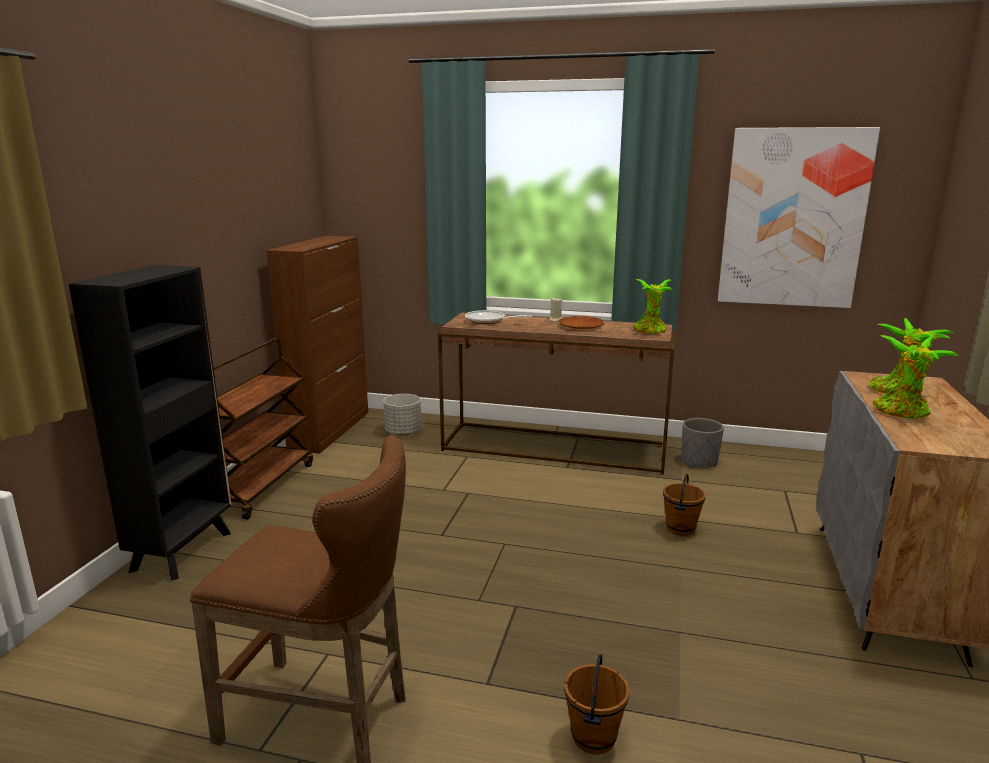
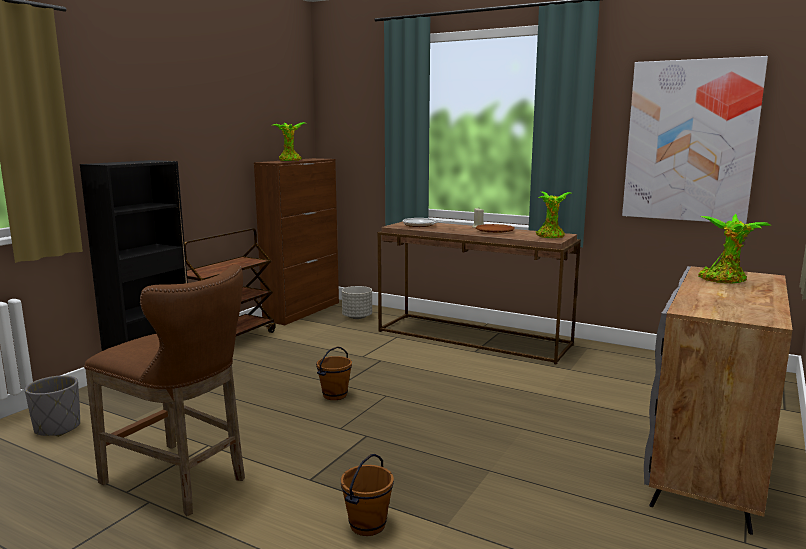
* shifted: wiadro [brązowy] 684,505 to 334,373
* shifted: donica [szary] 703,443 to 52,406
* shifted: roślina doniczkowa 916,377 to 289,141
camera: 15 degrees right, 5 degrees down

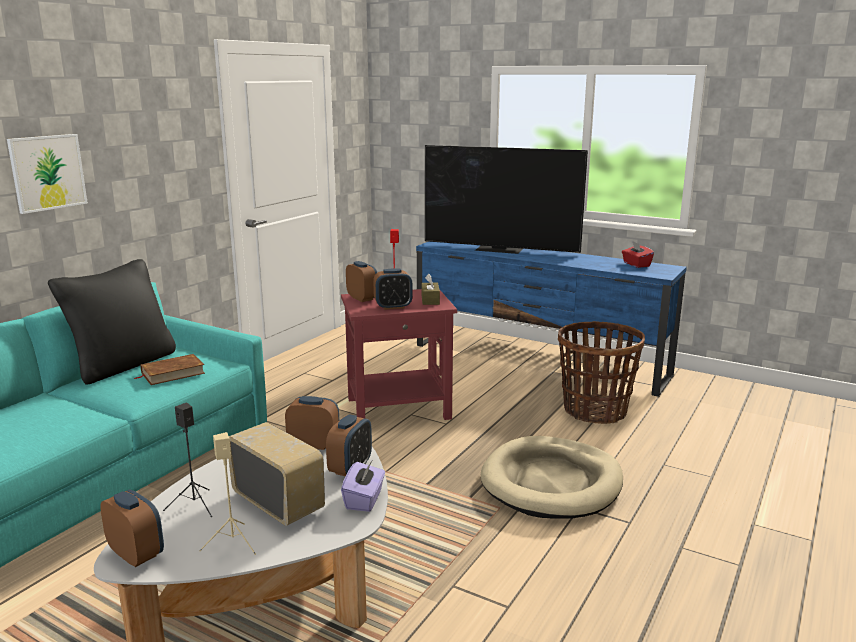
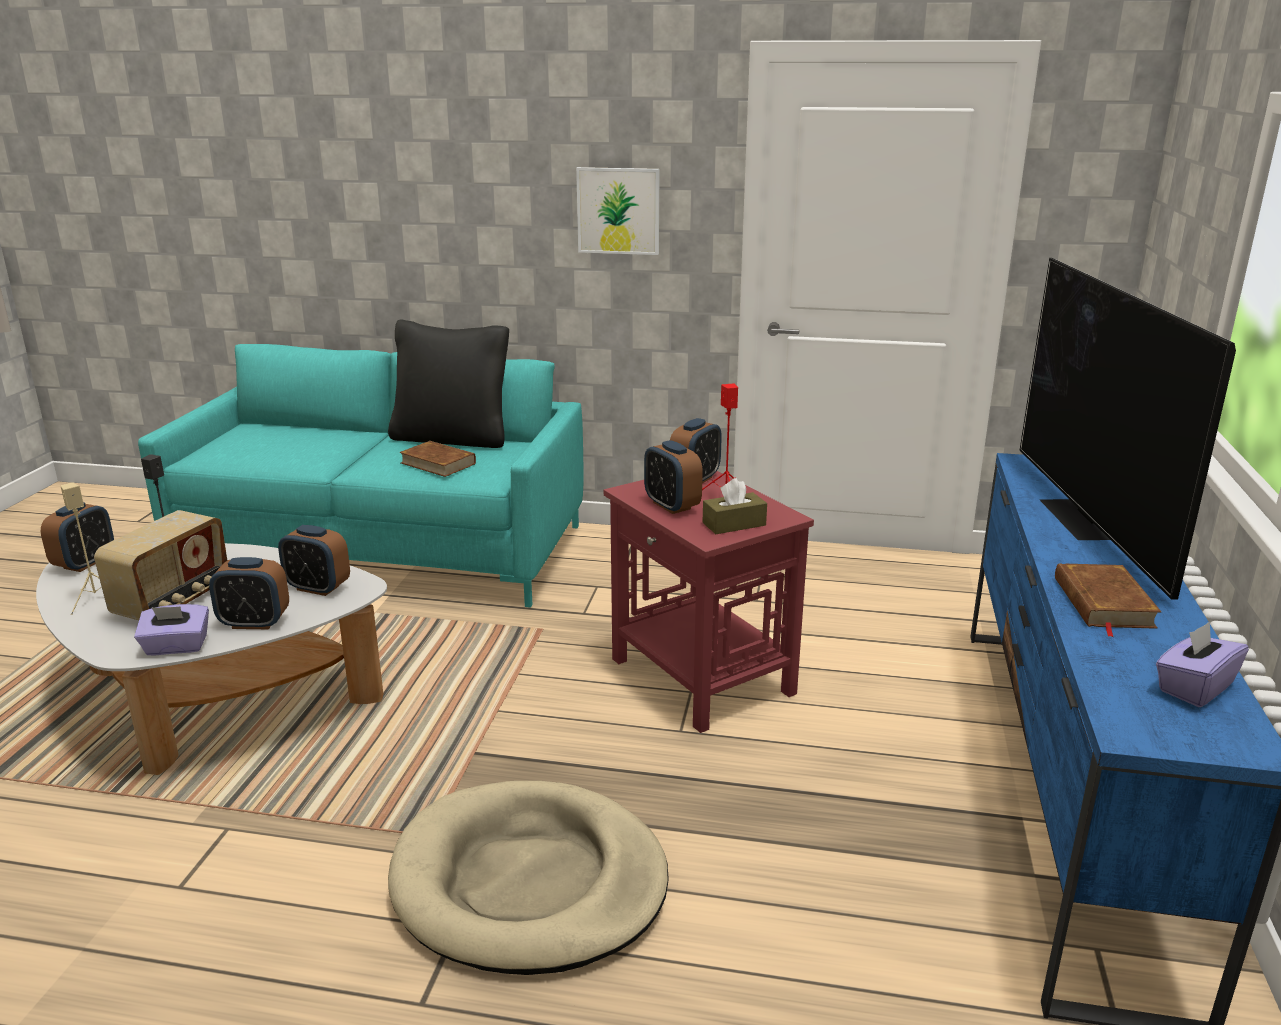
* shifted: obraz 47,174 to 618,211
* rotated: budzik 312,423 = 314,560 120 degrees clockwise
* gone: koszyk 601,372
* repainted: pudełko chusteczek [czerwony] 638,255 to pudełko chusteczek [fioletowy] 1202,664
* new: książka [brązowy] 1108,600
camera: 70 degrees right, 5 degrees up

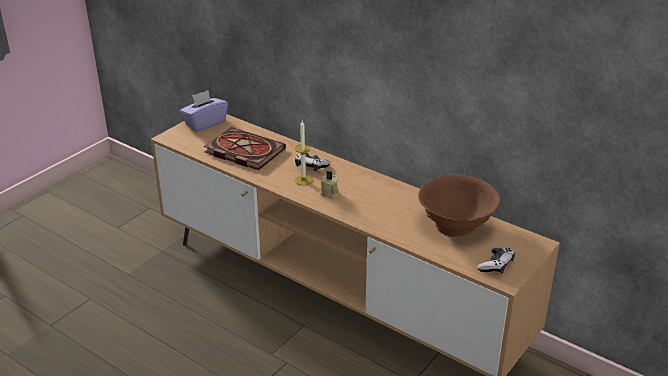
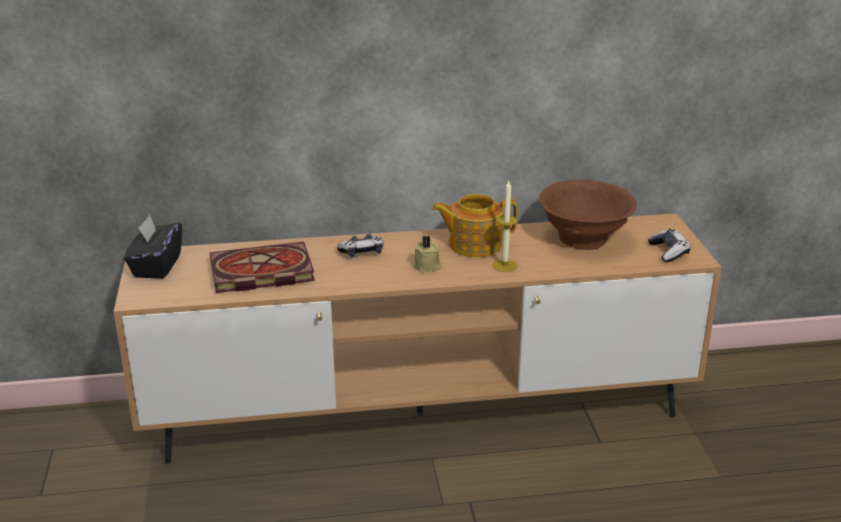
* repainted: pudełko chusteczek [fioletowy] 204,111 to pudełko chusteczek [czarny] 153,247
* shifted: świeca 304,153 to 505,226
* new: imbryk 474,225
camera: 45 degrees left, 5 degrees down

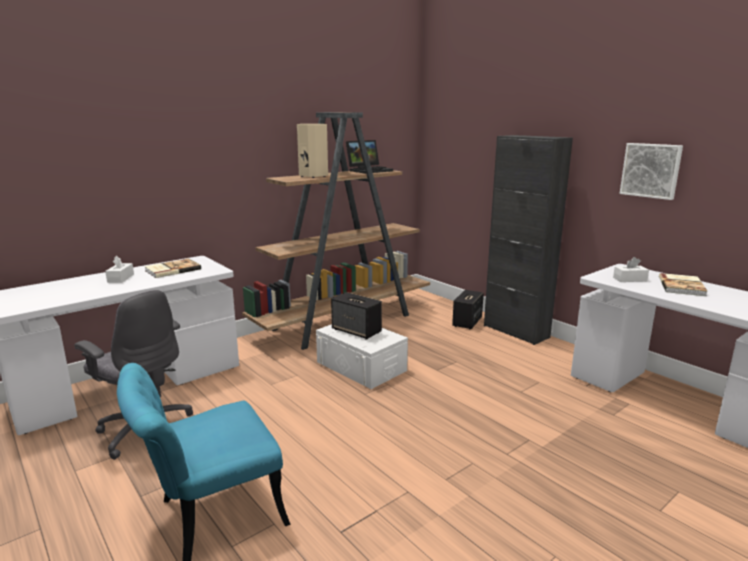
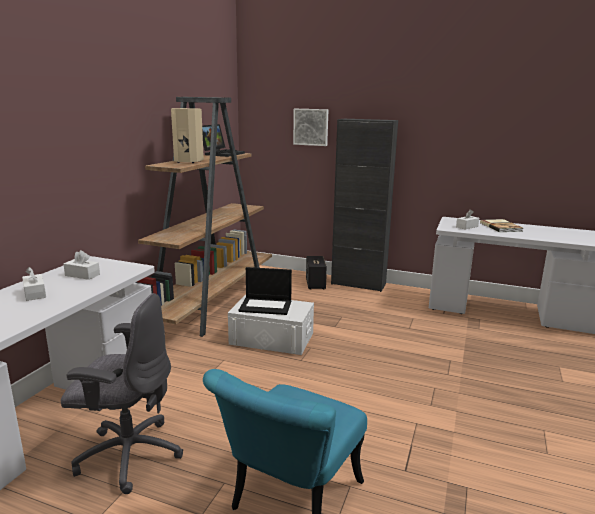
* swapped: książka 172,268 to pudełko chusteczek [biały] 81,265
* swapped: głośnik 356,315 to laptop 265,291
* shifted: obraz 651,171 to 310,127
camera: 30 degrees left, 0 degrees up

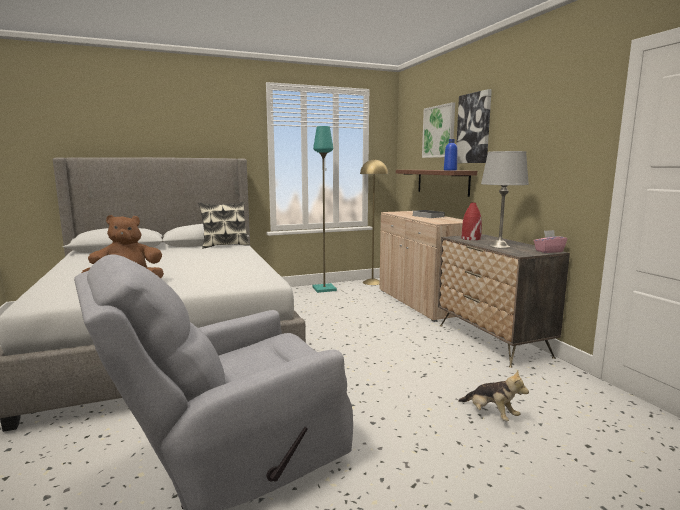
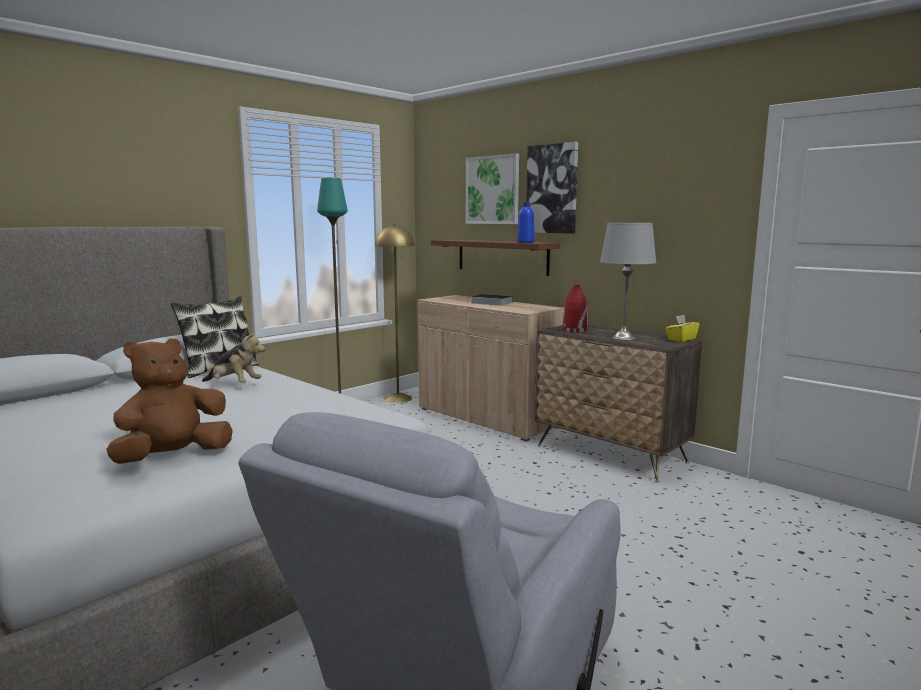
* shifted: pluszak 493,395 to 233,356
* repainted: pudełko chusteczek [różowy] 550,241 to pudełko chusteczek [żółty] 682,328
camera: 25 degrees left, 0 degrees up

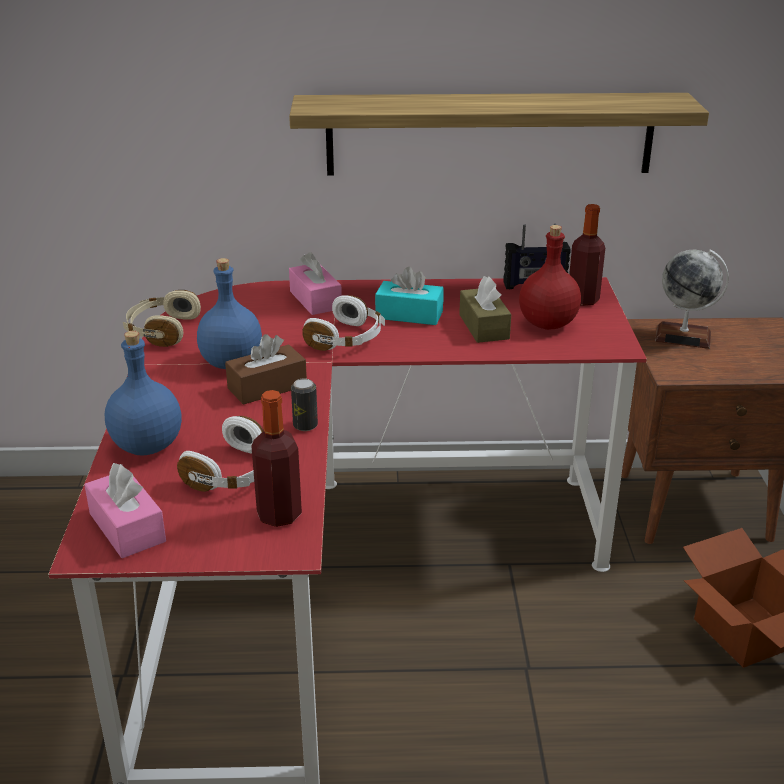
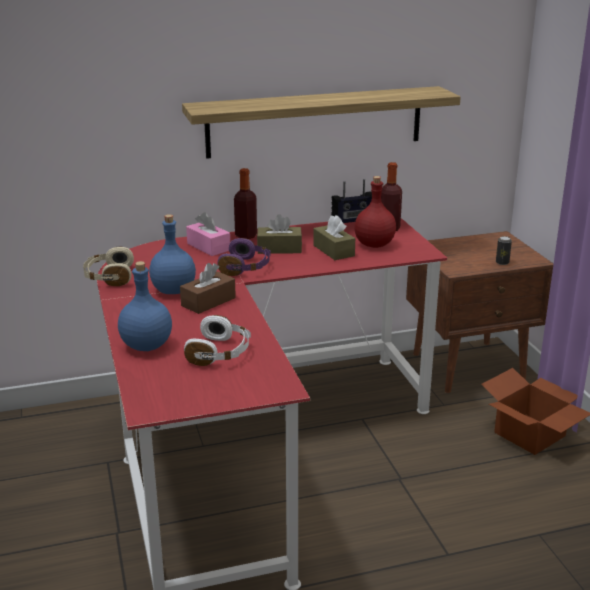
* gone: pudełko chusteczek [różowy] 125,510
* shifted: butelka 276,458 to 245,203
* shifted: puszka 304,405 to 504,250
* repainted: słuchawki [biały] 343,323 to słuchawki [fioletowy] 244,257
* repainted: pudełko chusteczek [turkusowy] 409,296 to pudełko chusteczek [brązowy] 279,234
* gone: globus 692,299
camera: 15 degrees left, 5 degrees down

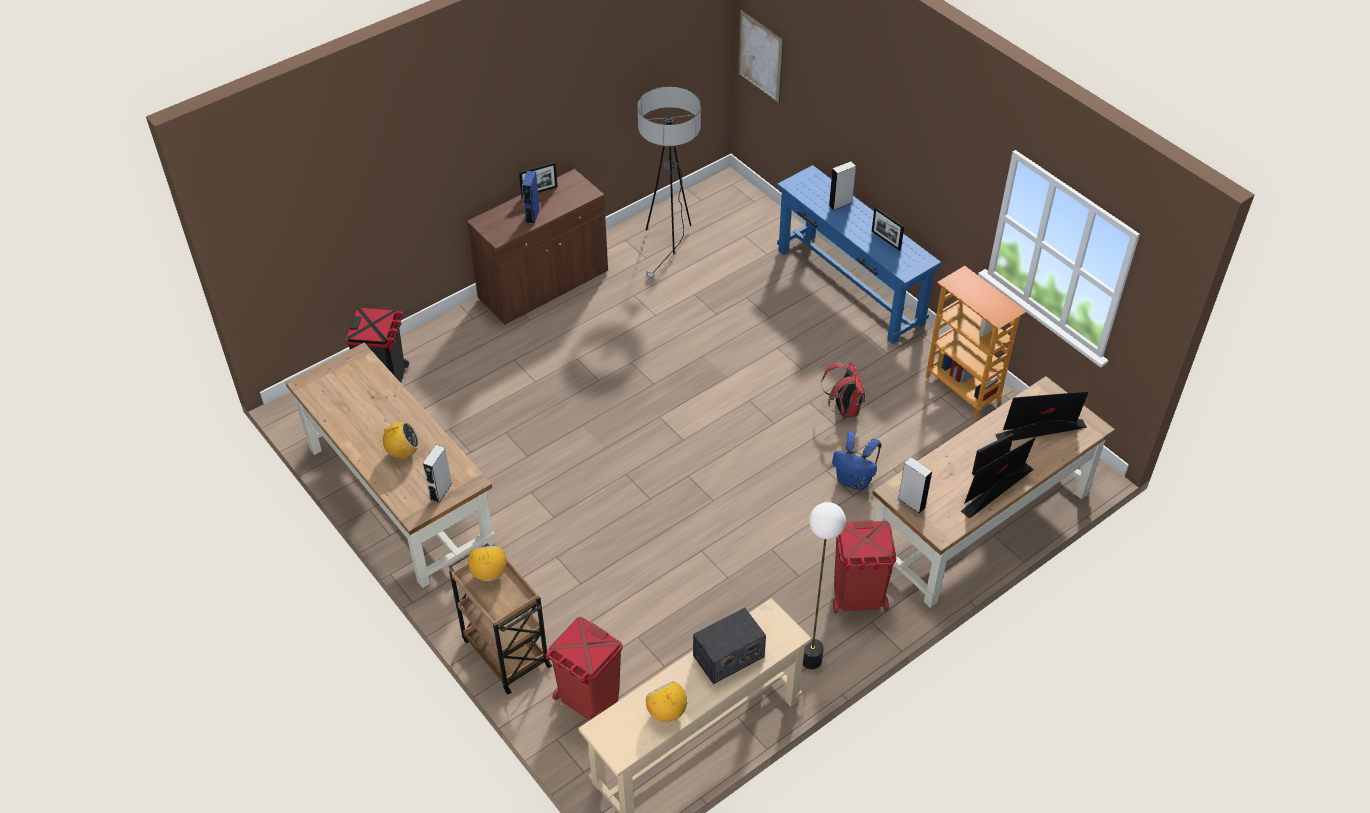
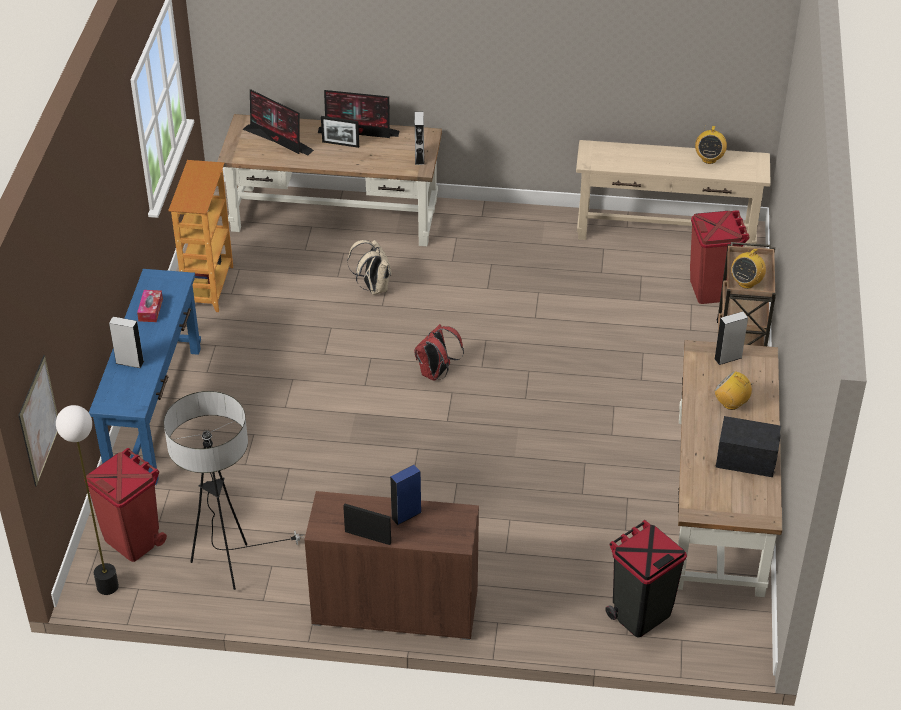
* shifted: radio 729,646 to 748,446
* shifted: lampa stojąca 824,585 to 87,500
* shifted: plecak [czerwony] 843,390 to 439,352
* repainted: plecak [niebieski] 856,460 to plecak [beżowy] 369,267
* shifted: kosz na śmieci [czerwony] 864,566 to 125,505
* swapped: ramka na zdjęcie 888,229 to pudełko chusteczek 150,306
camera: 135 degrees left, 5 degrees down

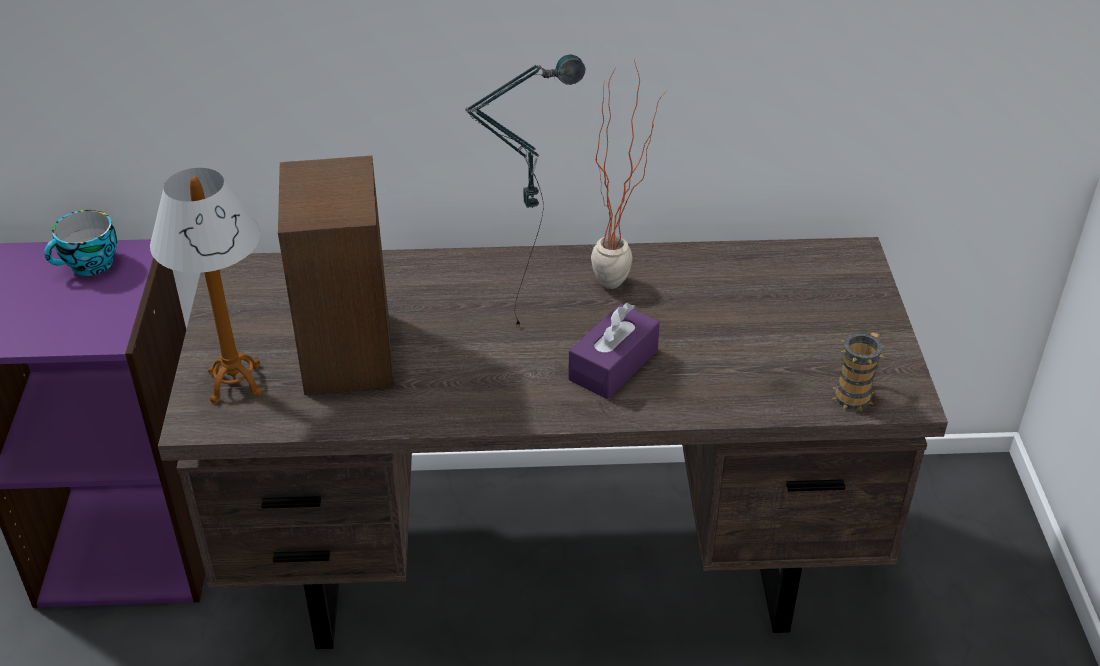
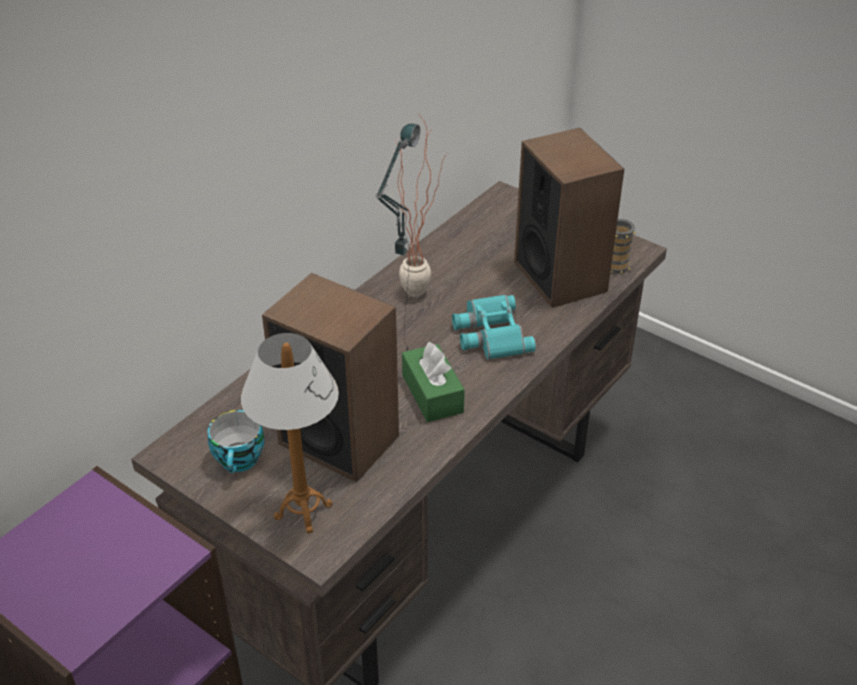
* shifted: filiżanka 80,243 to 236,441
* swapped: pudełko chusteczek [fioletowy] 614,351 to lornetka [turkusowy] 494,327
* new: pudełko chusteczek [zielony] 433,382
* new: głośnik 569,218
camera: 50 degrees left, 0 degrees up

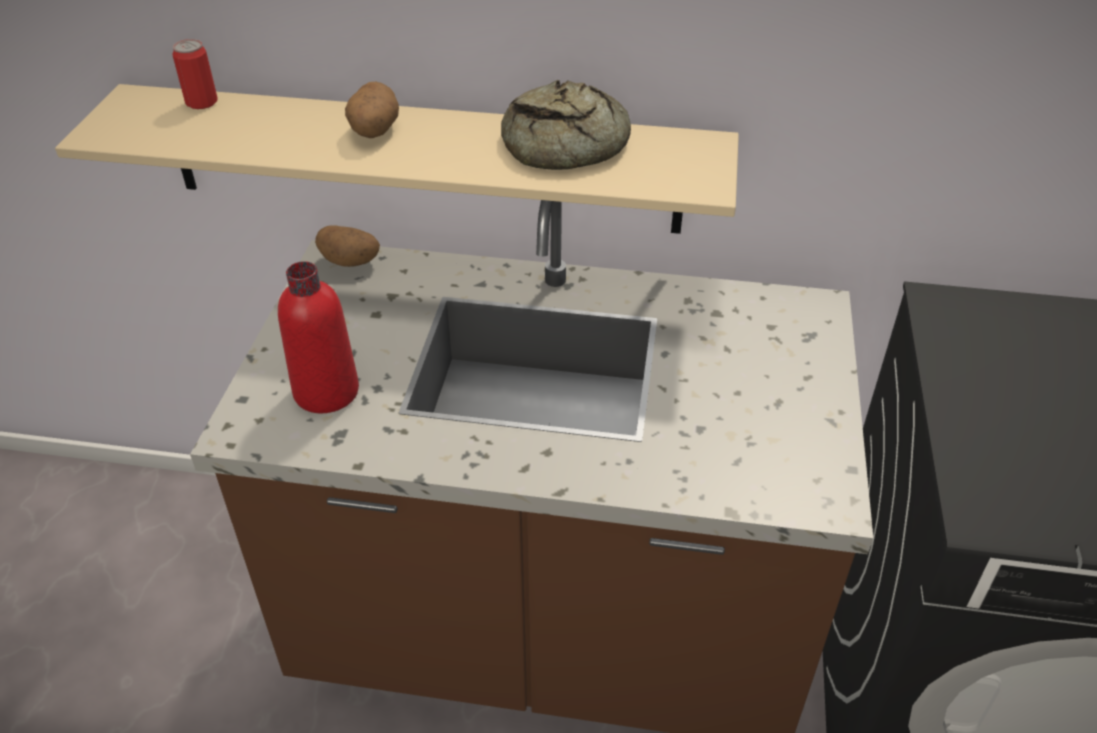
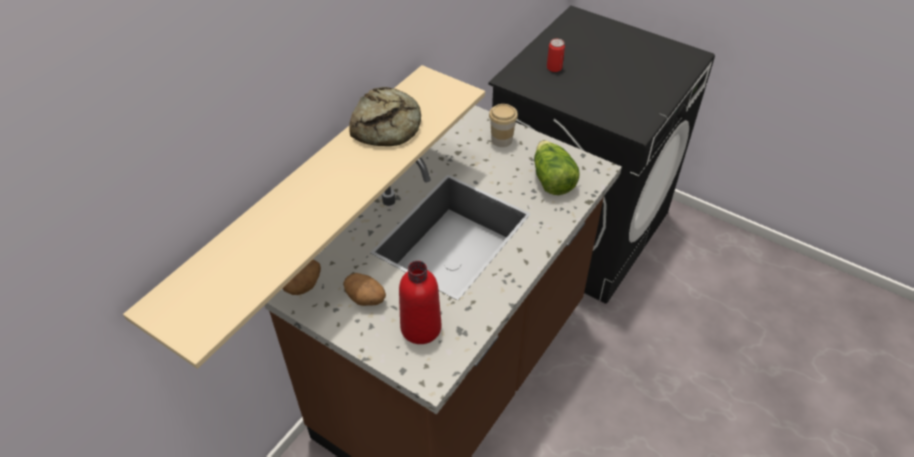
* shifted: puszka 195,74 to 556,55
* shifted: ziemniak 372,110 to 364,289
* new: filiżanka 503,125
* new: sałata 557,167
camera: 65 degrees left, 5 degrees up

